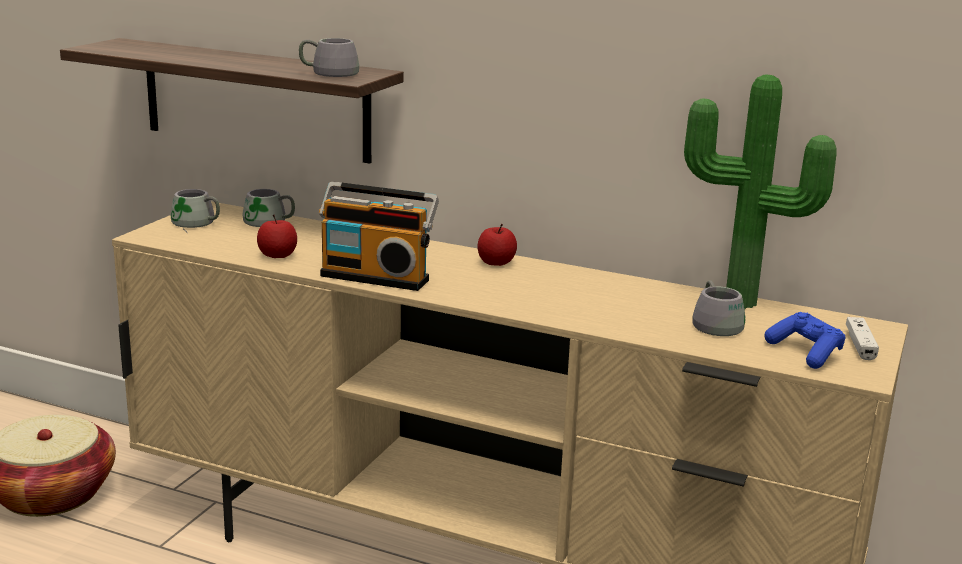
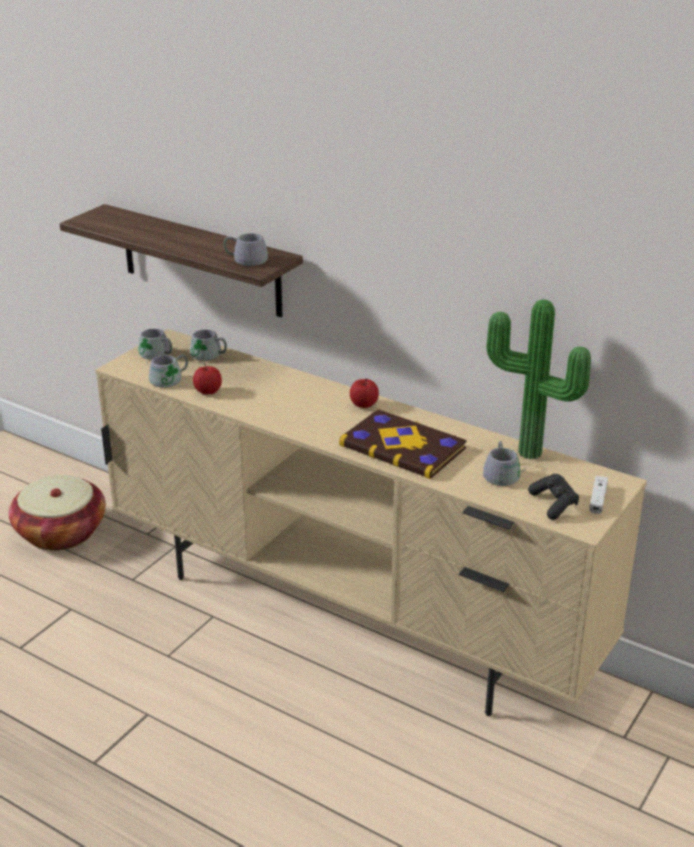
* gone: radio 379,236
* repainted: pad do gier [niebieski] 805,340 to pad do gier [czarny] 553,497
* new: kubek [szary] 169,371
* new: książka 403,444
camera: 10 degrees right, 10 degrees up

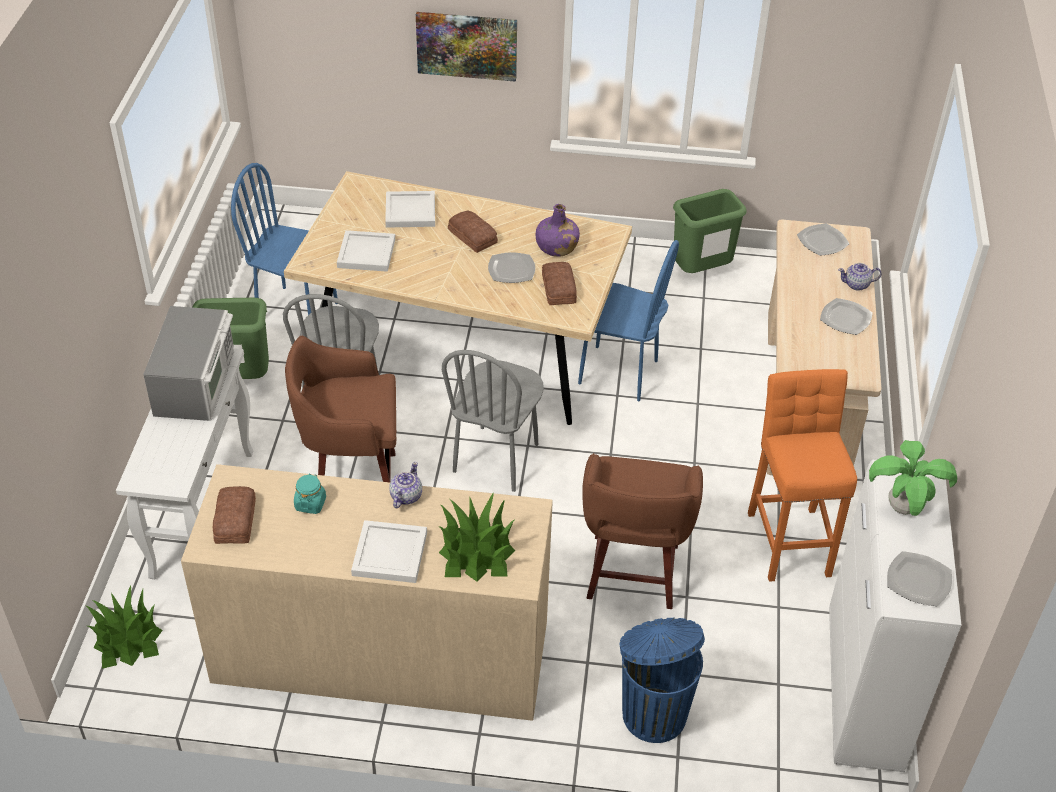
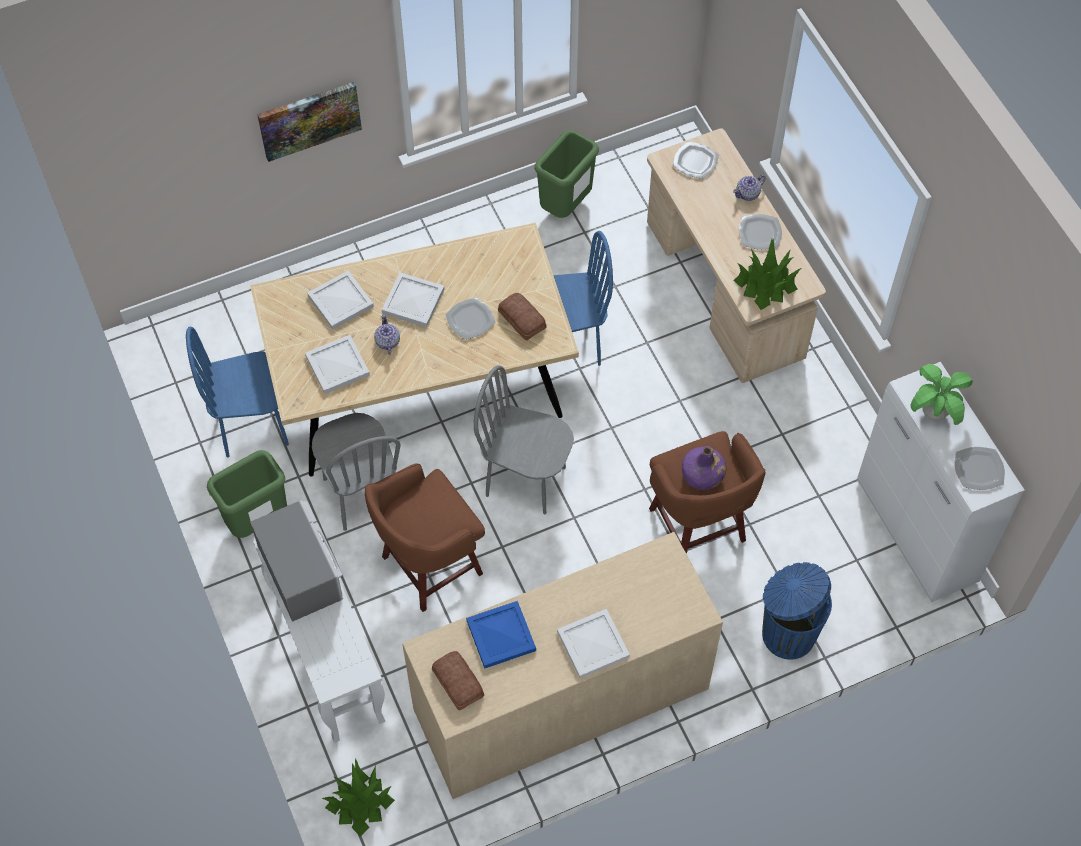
* swapped: słoik [turkusowy] 310,493 to taca [niebieski] 501,635
* shifted: imbryk 405,485 to 387,334
* shifted: roślina doniczkowa 476,537 to 768,274
* rotated: krzesło [szary] 493,421 = 524,440 120 degrees clockwise
* swapped: chleb 473,232 to taca [biały] 413,299
* shifted: butelka [fioletowy] 558,230 to 704,468
* gone: stołek [pomarańczowy] 802,475
camera: 30 degrees left, 15 degrees up

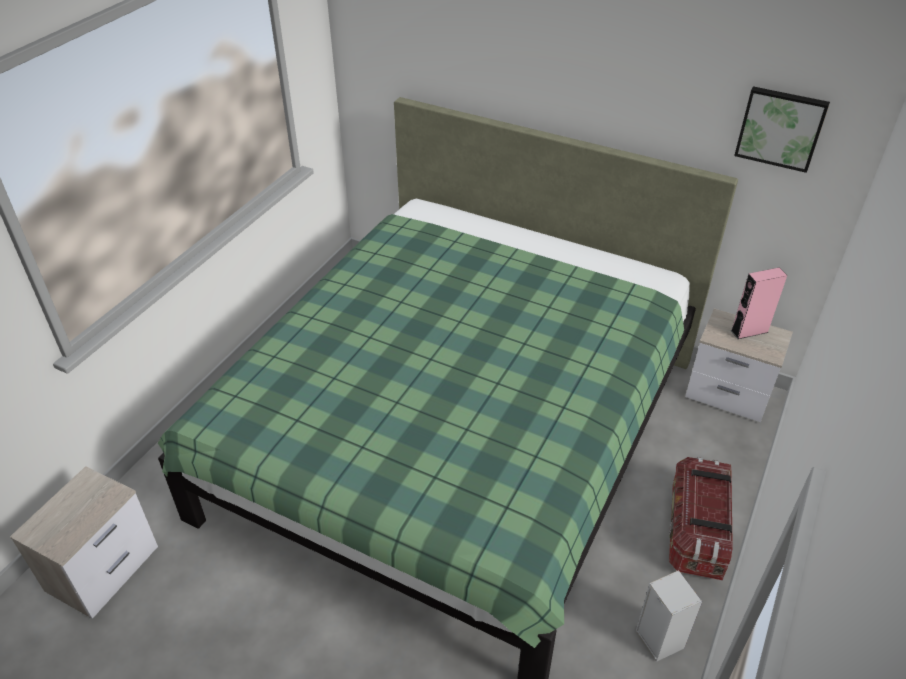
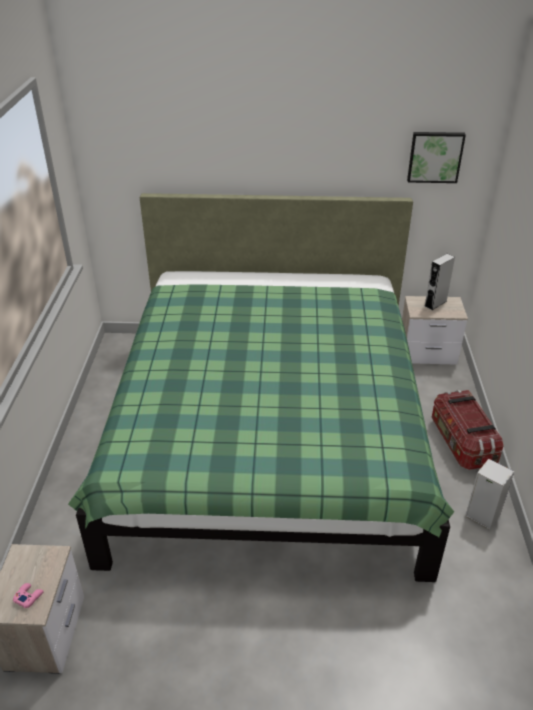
* repainted: głośnik [różowy] 758,303 to głośnik [szary] 439,282
* new: pad do gier [różowy] 28,595
camera: 25 degrees left, 5 degrees down

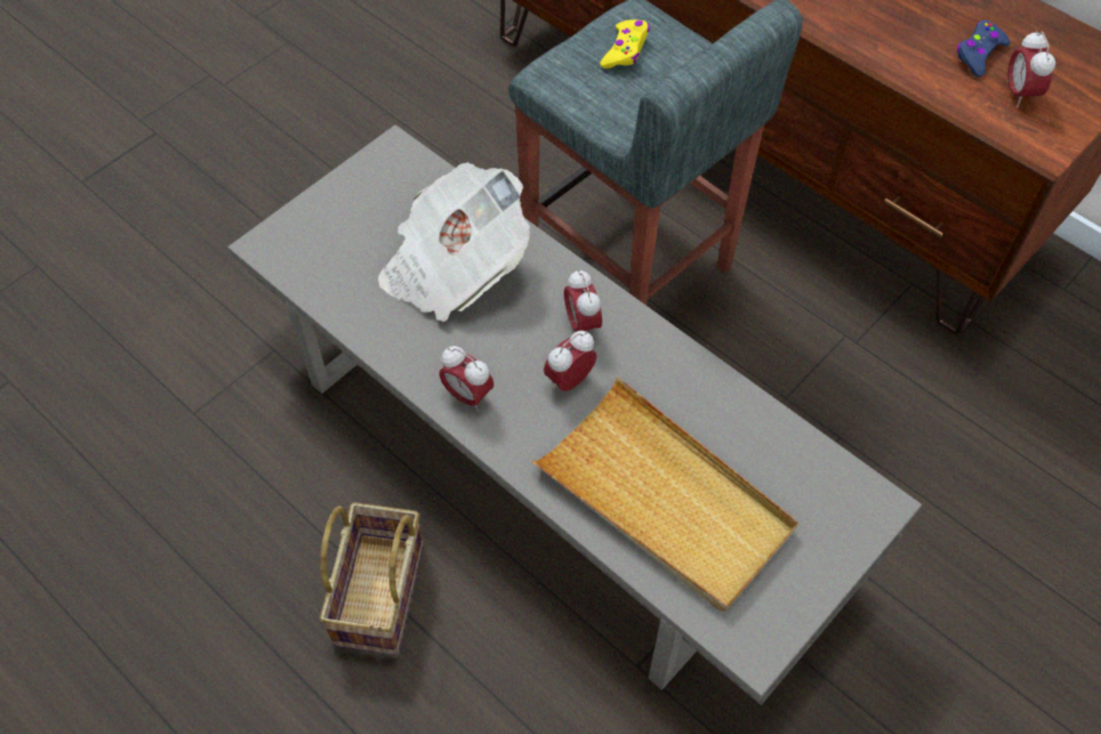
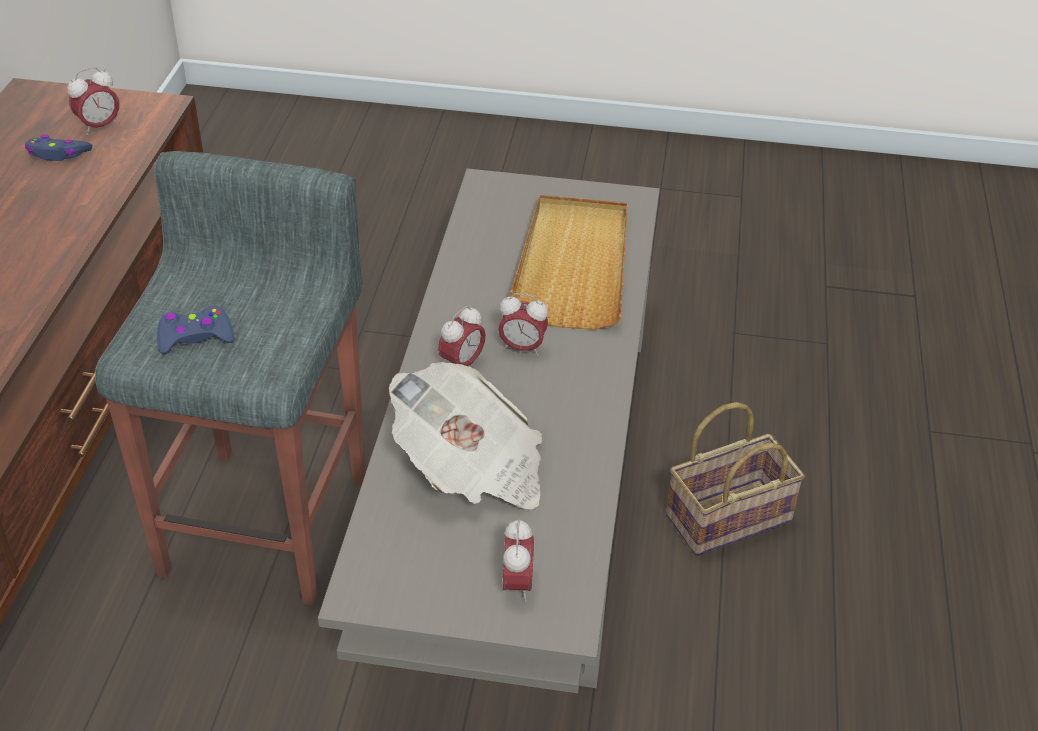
* shifted: budzik 466,379 to 518,560
* repainted: pad do gier [żółty] 624,44 to pad do gier [niebieski] 195,330
camera: 125 degrees left, 15 degrees down

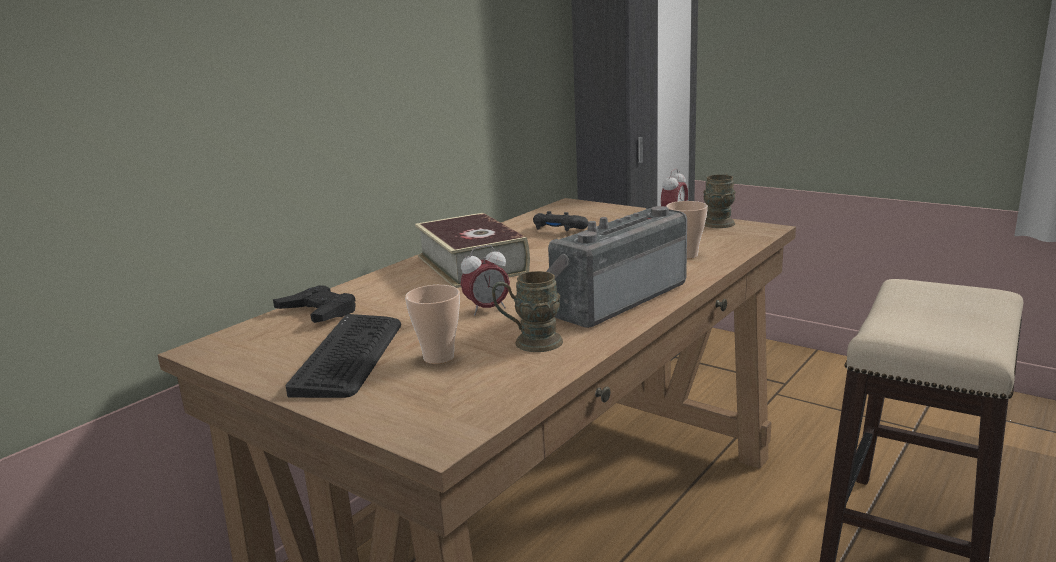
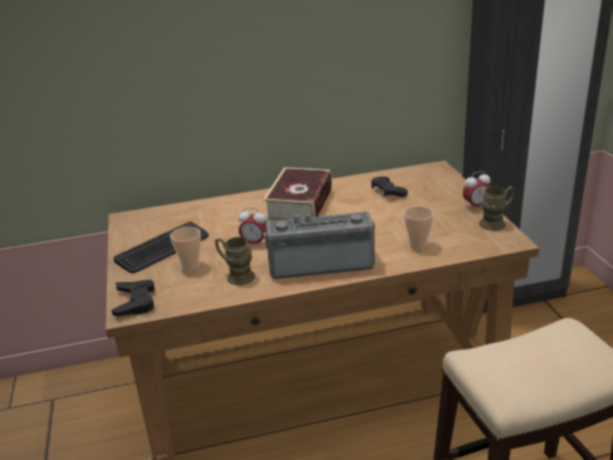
* shifted: pad do gier [czarny] 314,304 to 133,298
camera: 40 degrees right, 10 degrees up

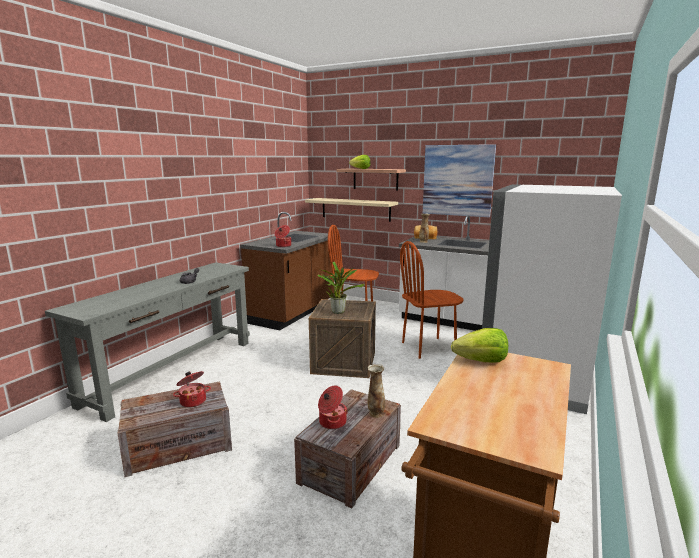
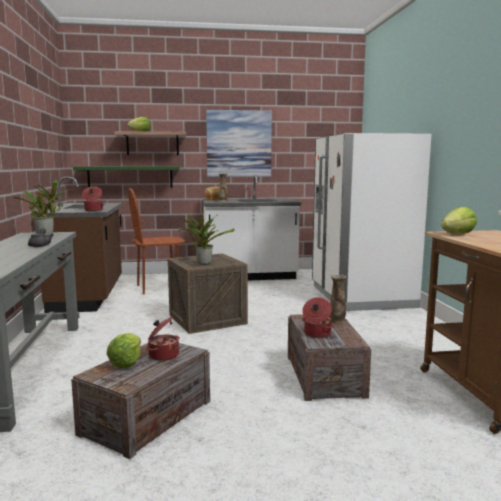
* repainted: półka [beżowy] 351,210 to półka [zielony] 126,177
* gone: krzesło [brązowy] 431,300
* new: roślina doniczkowa 42,208
* new: sałata 124,350
camera: 35 degrees left, 5 degrees down

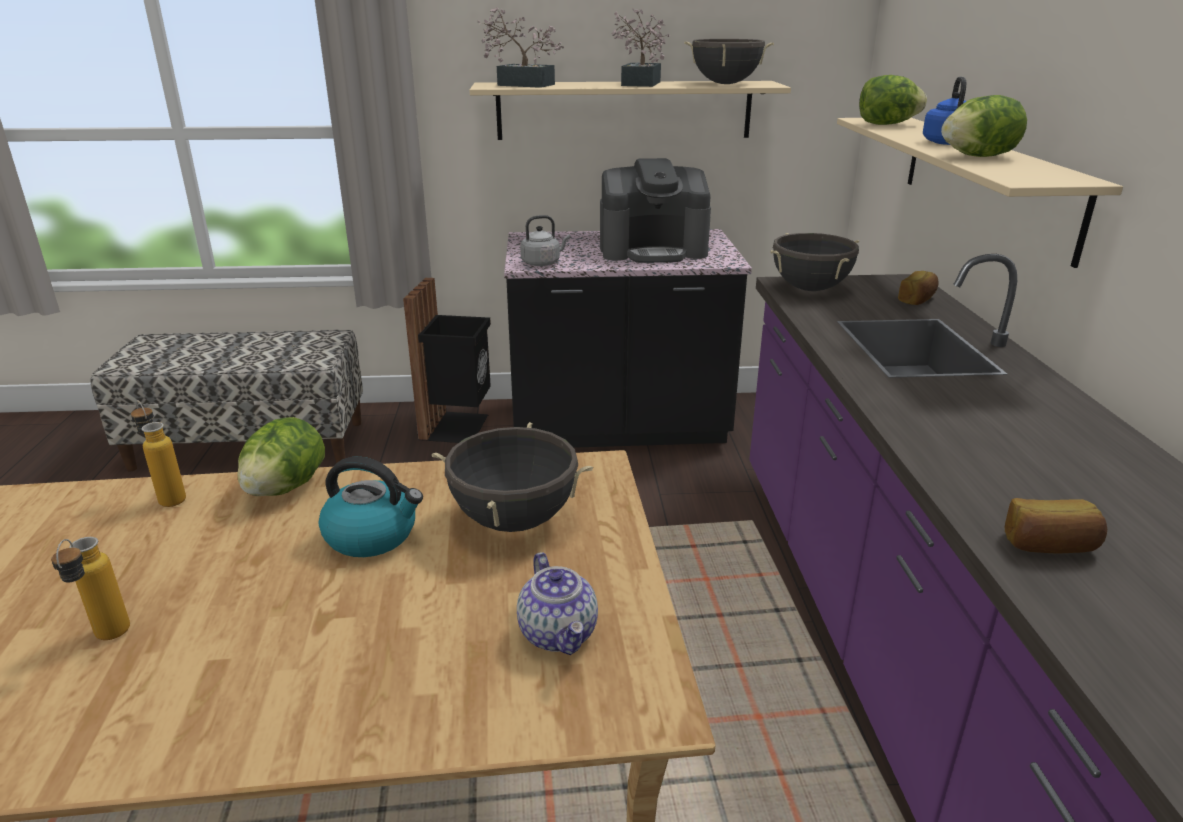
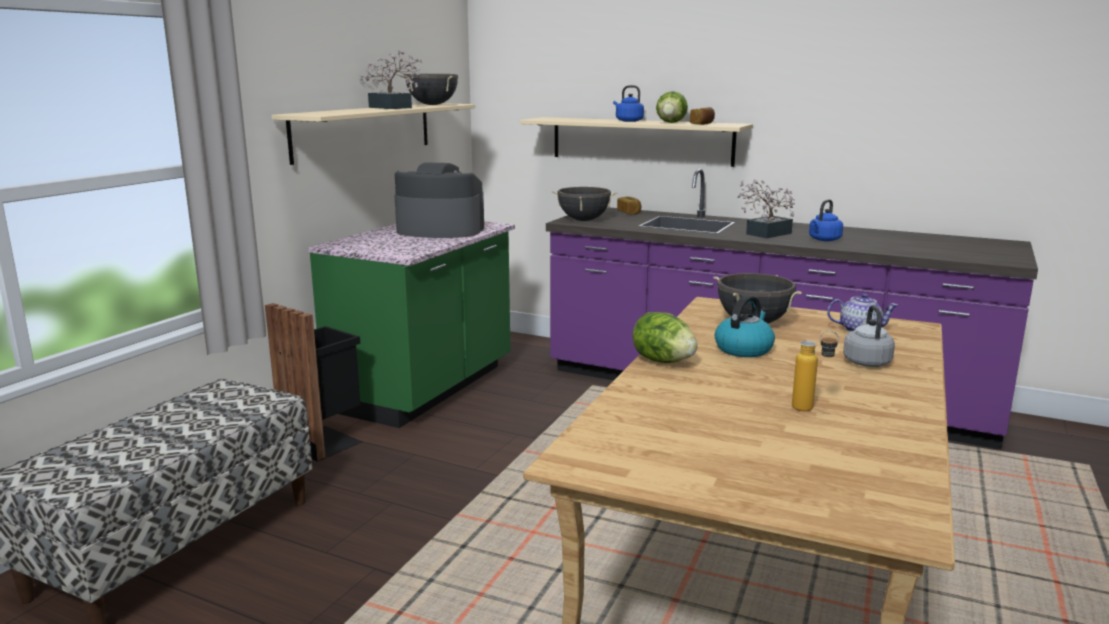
* gone: butelka 158,453
* shifted: roślina doniczkowa 520,48 to 766,209
* repainted: zabudowa kuchenna [czarny] 628,338 to zabudowa kuchenna [zielony] 411,324
* shifted: czajnik [szary] 545,240 to 869,336
* rotated: ekspres do kawy 655,210 = 439,200 105 degrees counterclockwise
* gone: sałata 893,100
* shifted: chleb 1056,526 to 702,116
* new: czajnik [niebieski] 826,220
camera: 60 degrees left, 10 degrees down

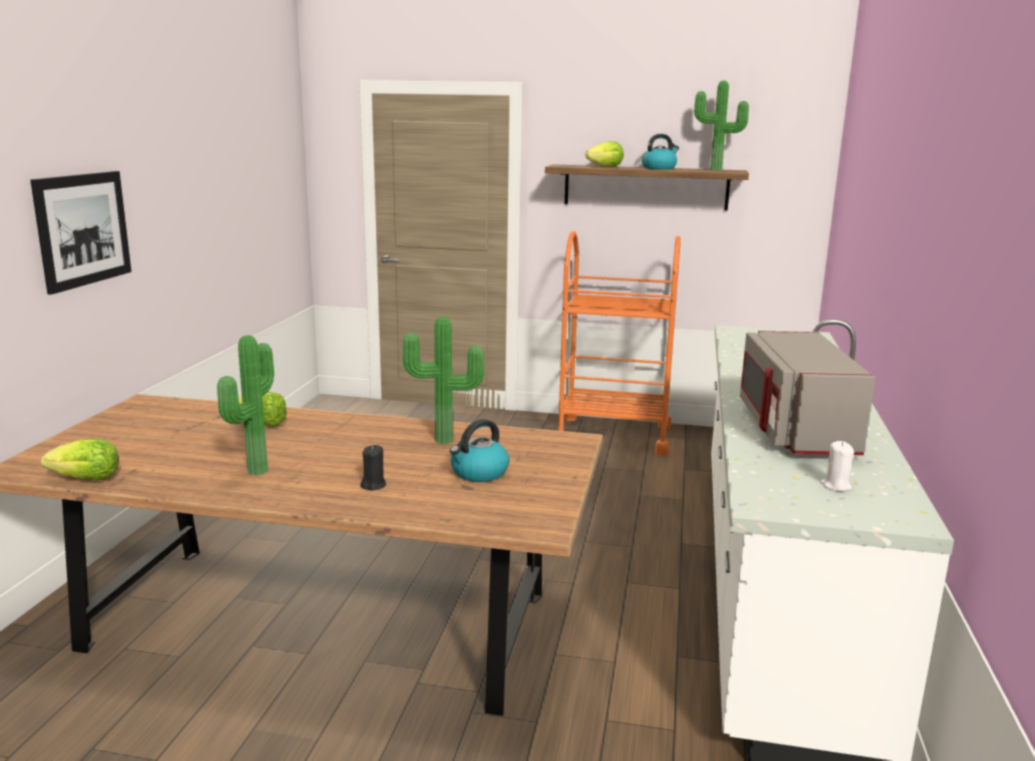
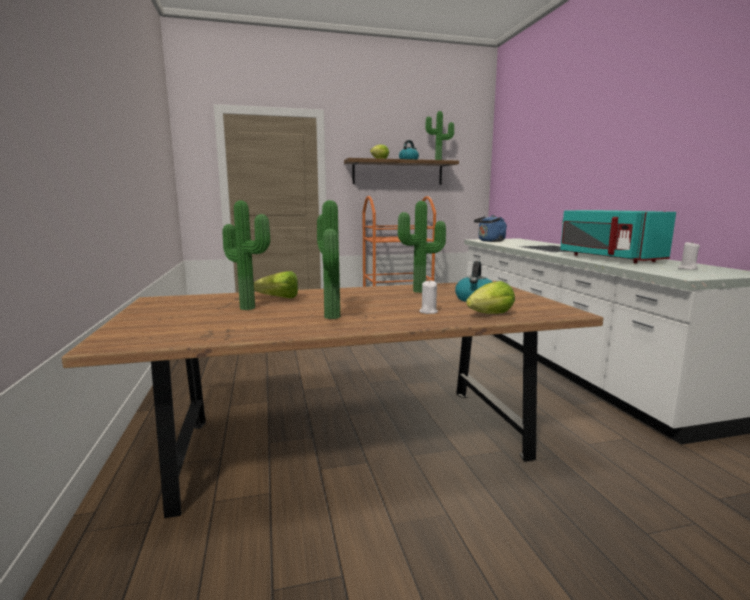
* gone: obraz 80,233
* shifted: sałata 80,459 to 490,297
* repainted: świeca [czarny] 373,467 to świeca [biały] 428,297
* repainted: mikrofalówka [szary] 807,392 to mikrofalówka [turkusowy] 618,236
* new: roślina doniczkowa 246,255
* new: czajnik [niebieski] 490,228
camera: 25 degrees left, 5 degrees down

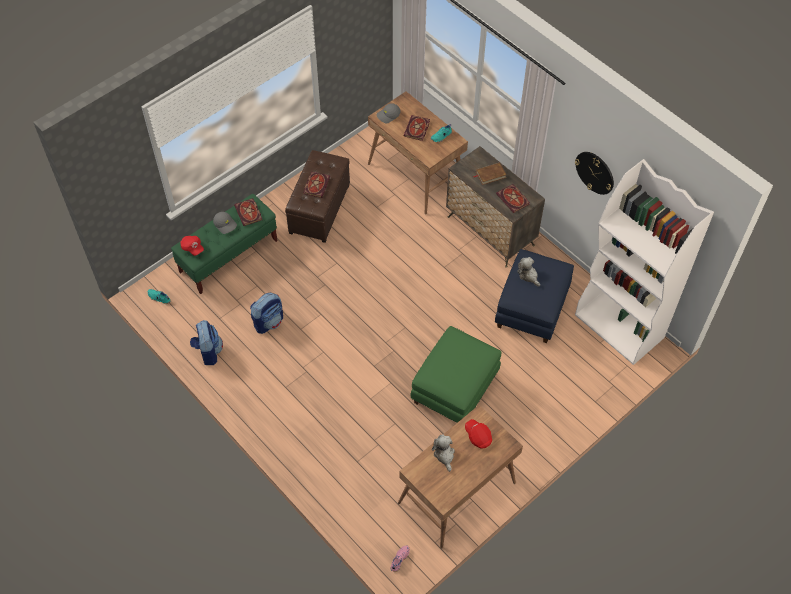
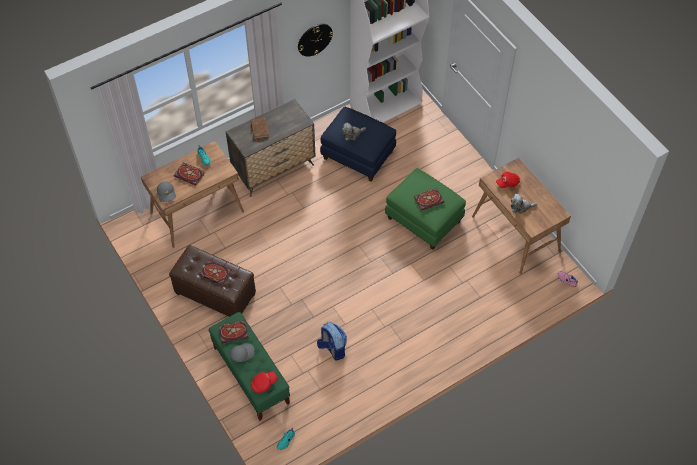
* gone: plecak 206,342
* shifted: książka 513,198 to 429,199
camera: 80 degrees left, 0 degrees up

